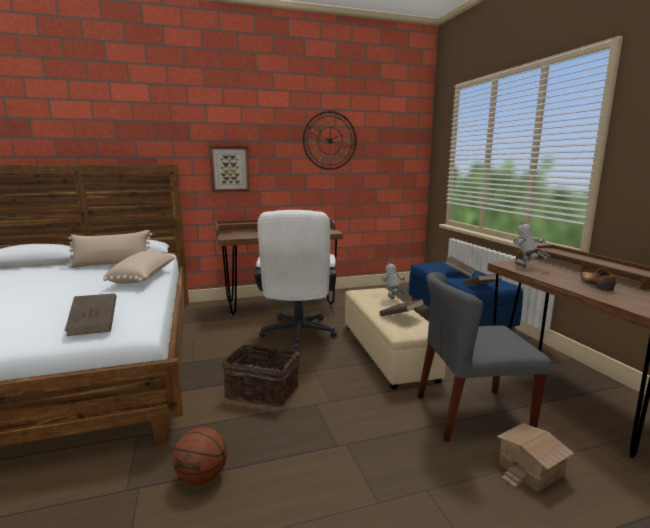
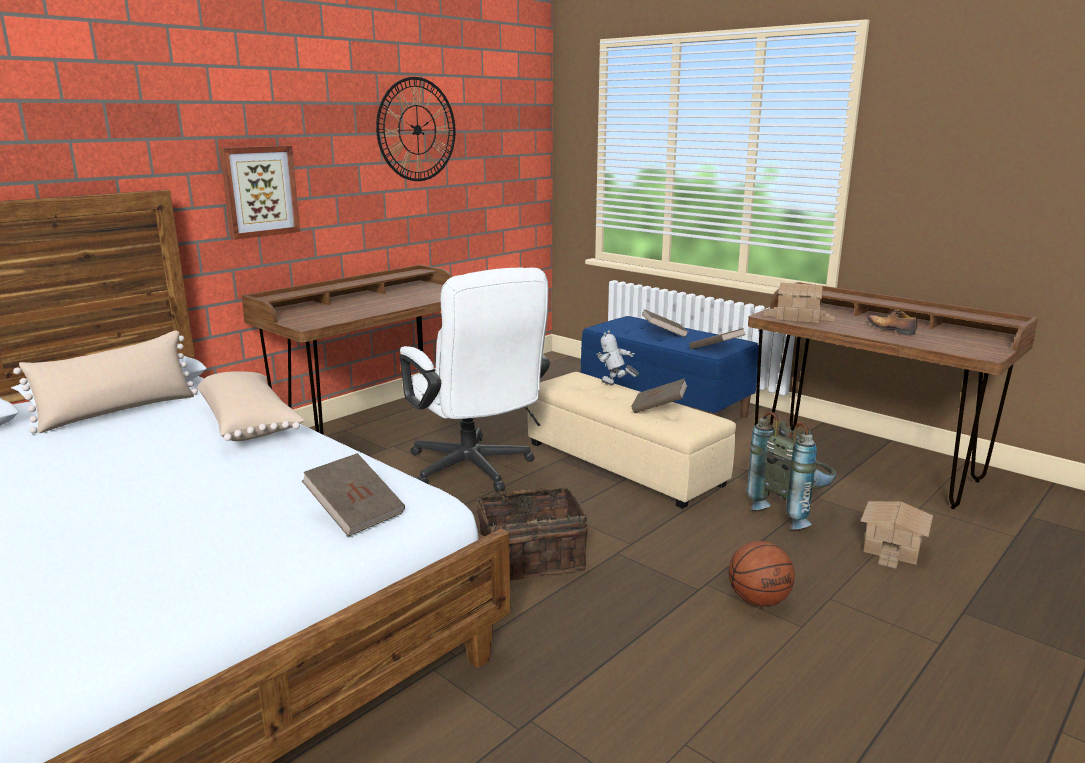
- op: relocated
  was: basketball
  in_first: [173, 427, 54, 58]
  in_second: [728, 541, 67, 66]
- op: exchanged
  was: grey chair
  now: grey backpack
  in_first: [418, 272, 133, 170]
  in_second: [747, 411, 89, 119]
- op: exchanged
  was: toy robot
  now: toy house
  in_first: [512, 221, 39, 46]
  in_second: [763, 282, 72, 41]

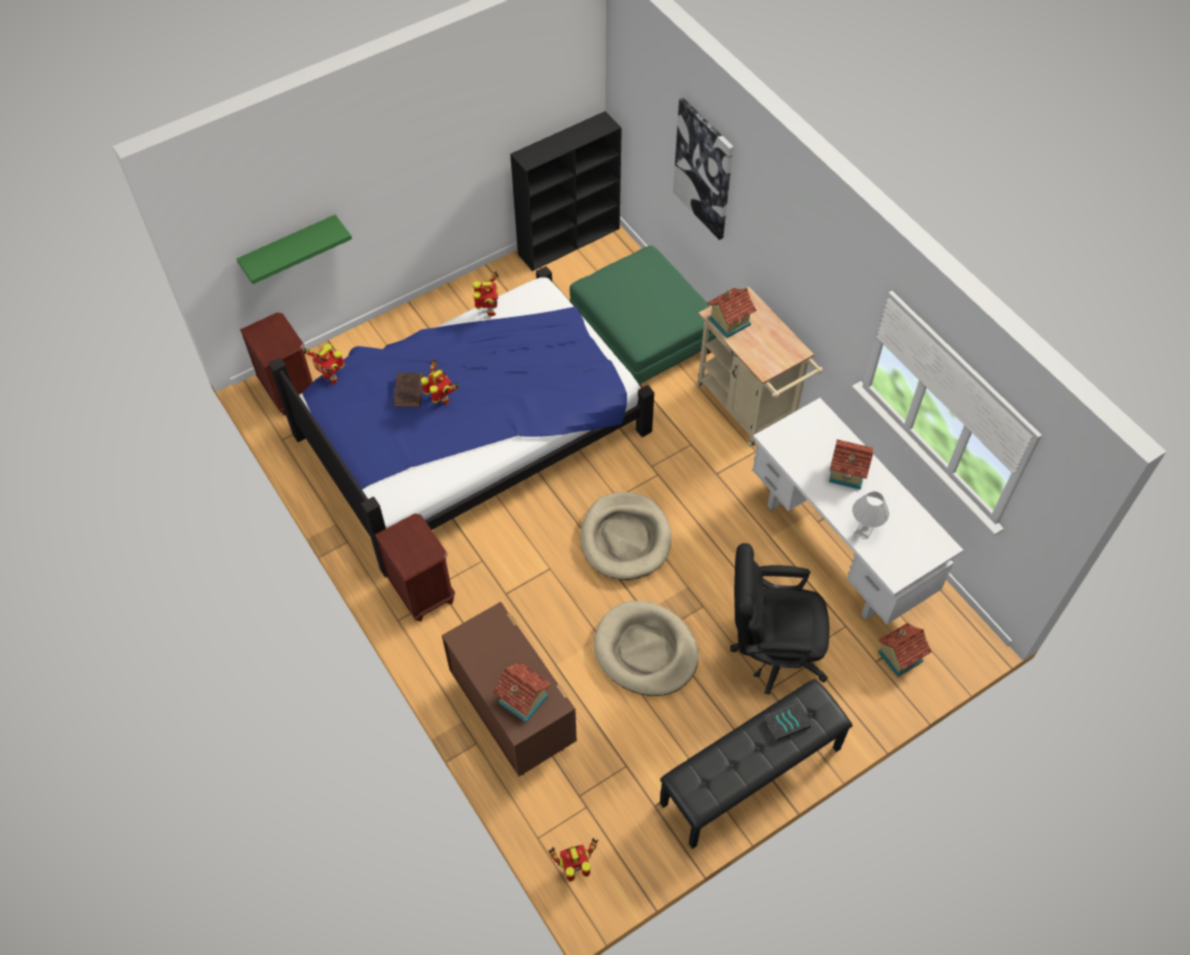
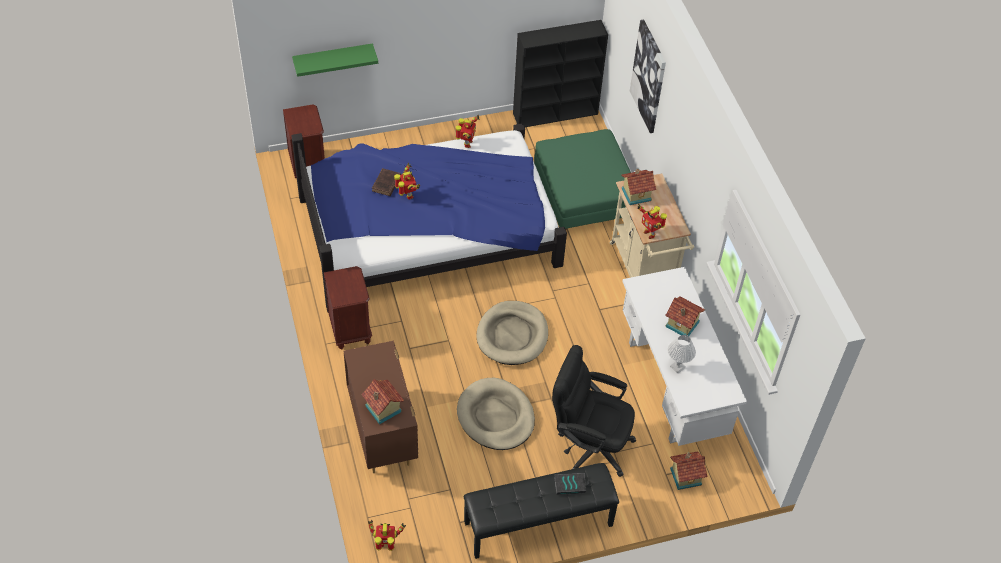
- op: relocated
  was: toy robot
  in_first: [303, 344, 41, 41]
  in_second: [638, 204, 29, 35]

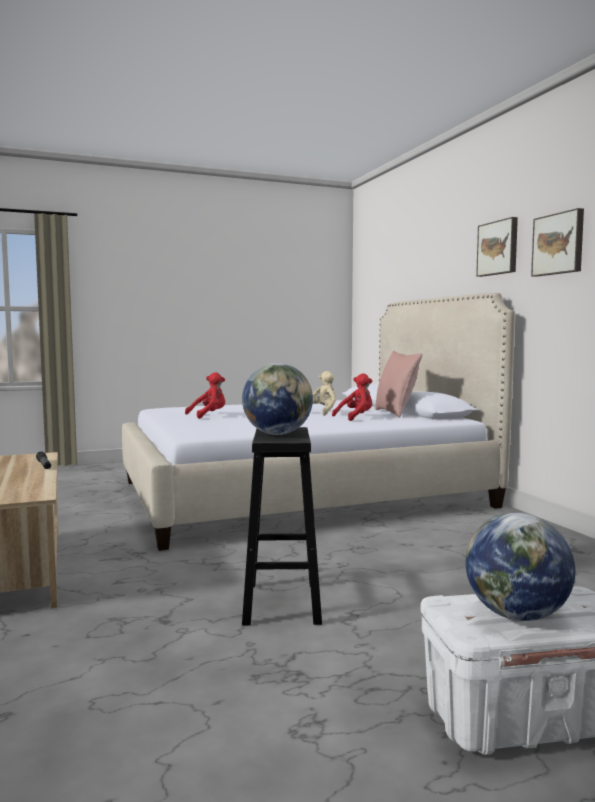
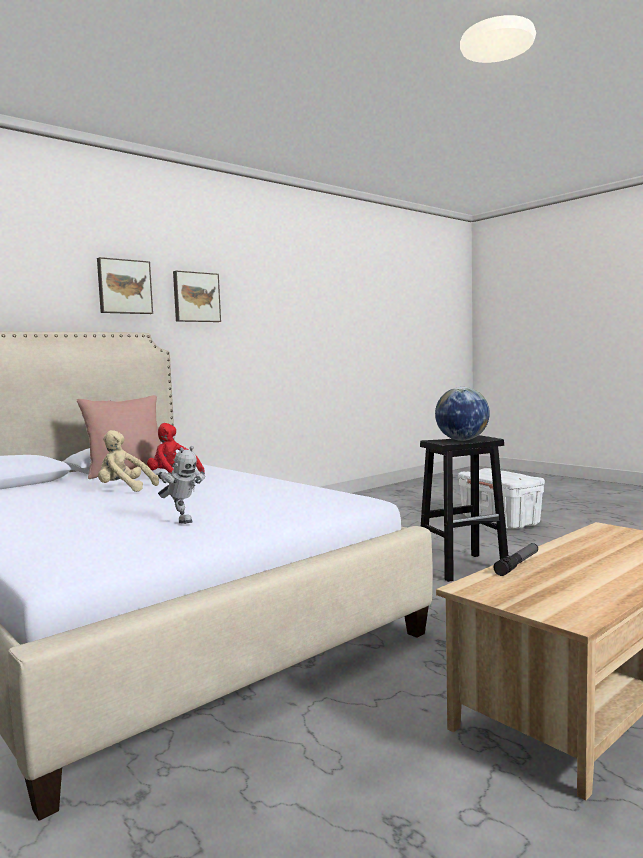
- op: missing
  was: globe
  in_first: [465, 513, 110, 108]
- op: exchanged
  was: red plush toy
  now: toy robot
  in_first: [185, 372, 40, 47]
  in_second: [156, 446, 49, 78]

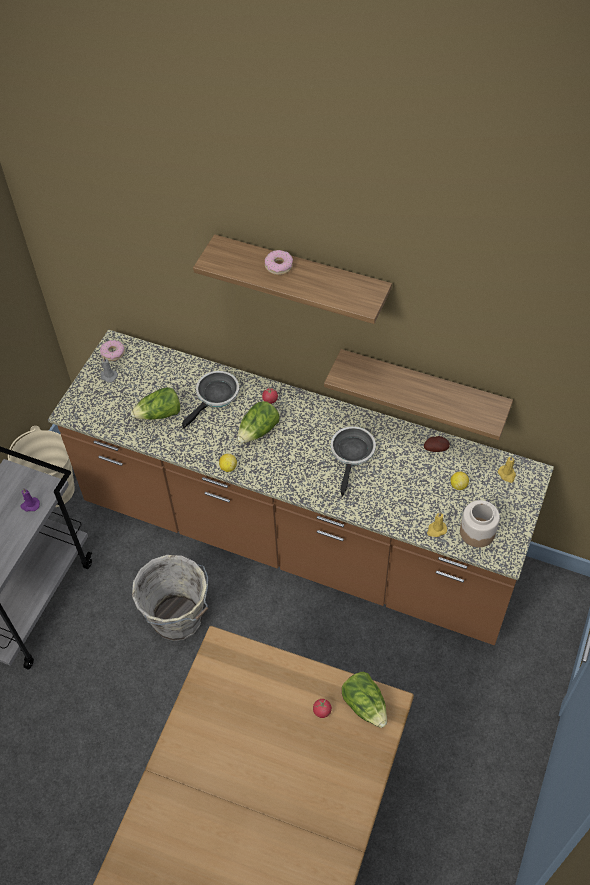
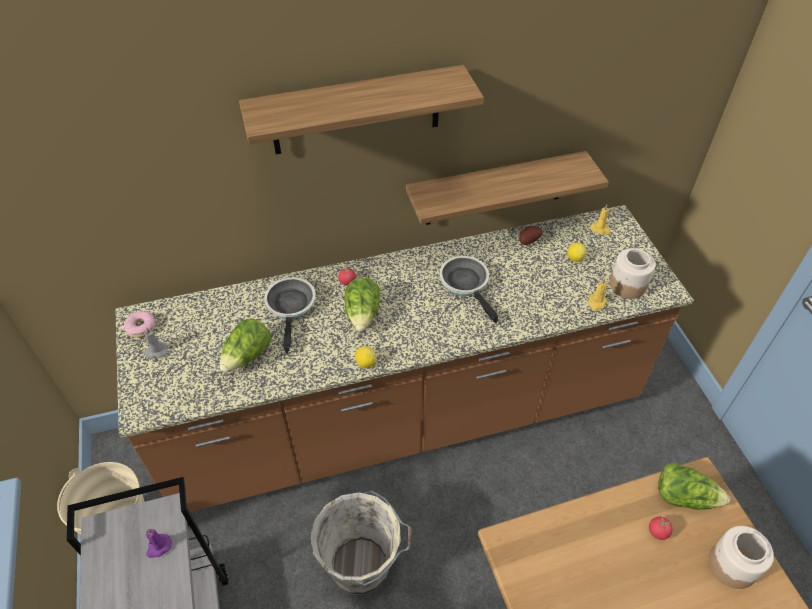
- op: missing
  was: donut
  in_first: [265, 250, 28, 25]
- op: appeared
  now: jar
  in_second: [709, 526, 65, 63]

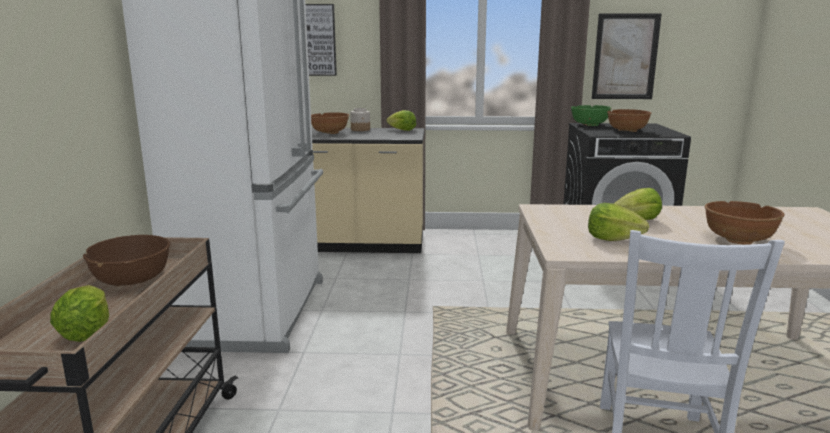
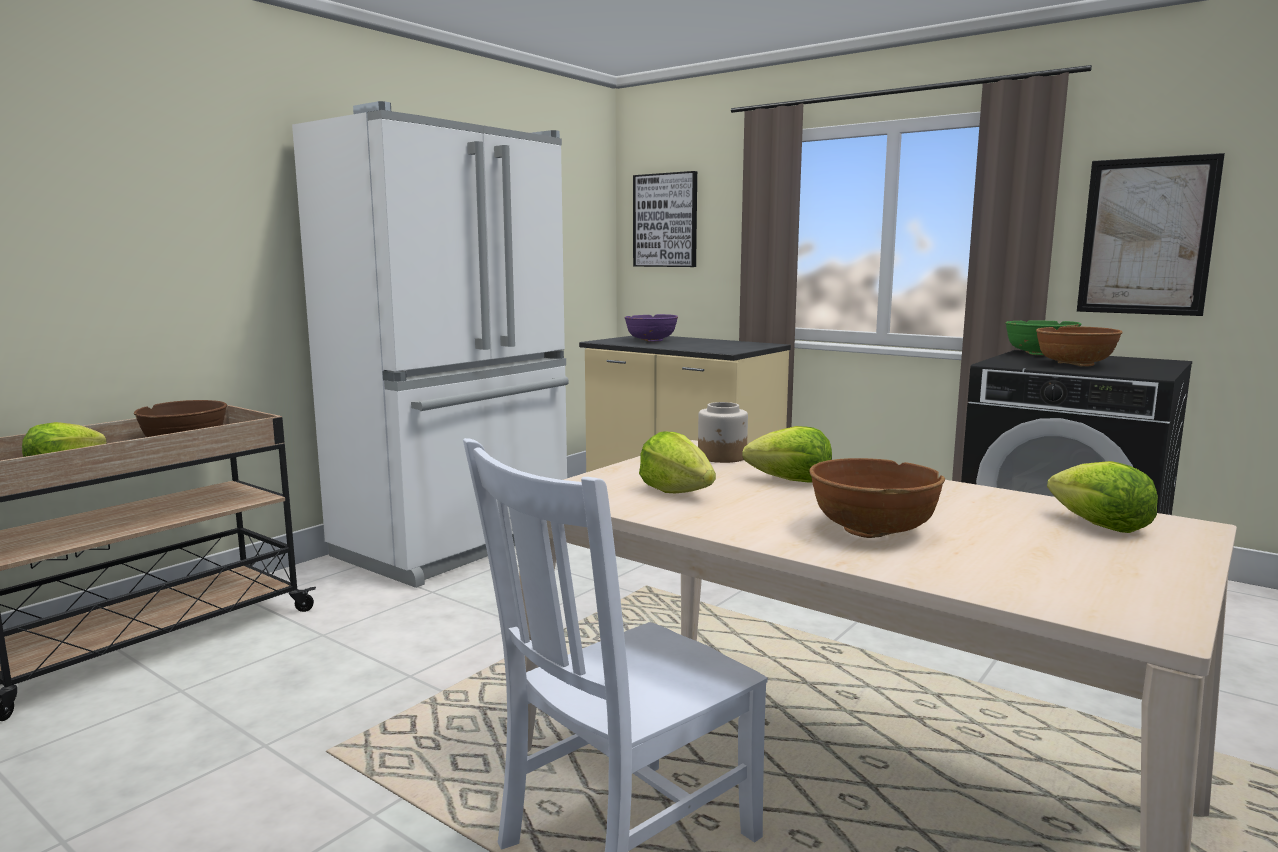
- op: relocated
  was: jar
  in_first: [350, 108, 20, 23]
  in_second: [698, 402, 50, 61]
- op: relocated
  was: lettuce
  in_first: [386, 110, 30, 21]
  in_second: [1047, 461, 111, 72]
- op: colour
  was: brown bowl
  now: purple bowl
  in_first: [311, 112, 38, 22]
  in_second: [624, 314, 54, 28]

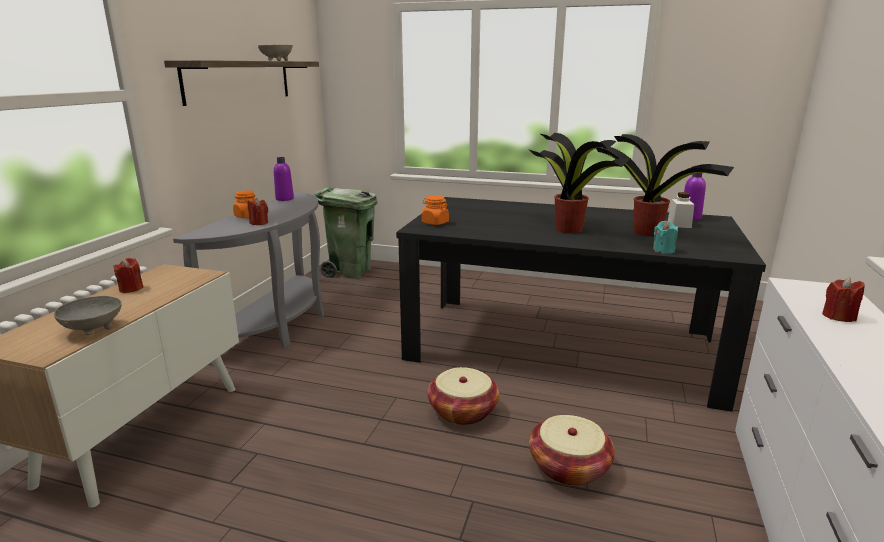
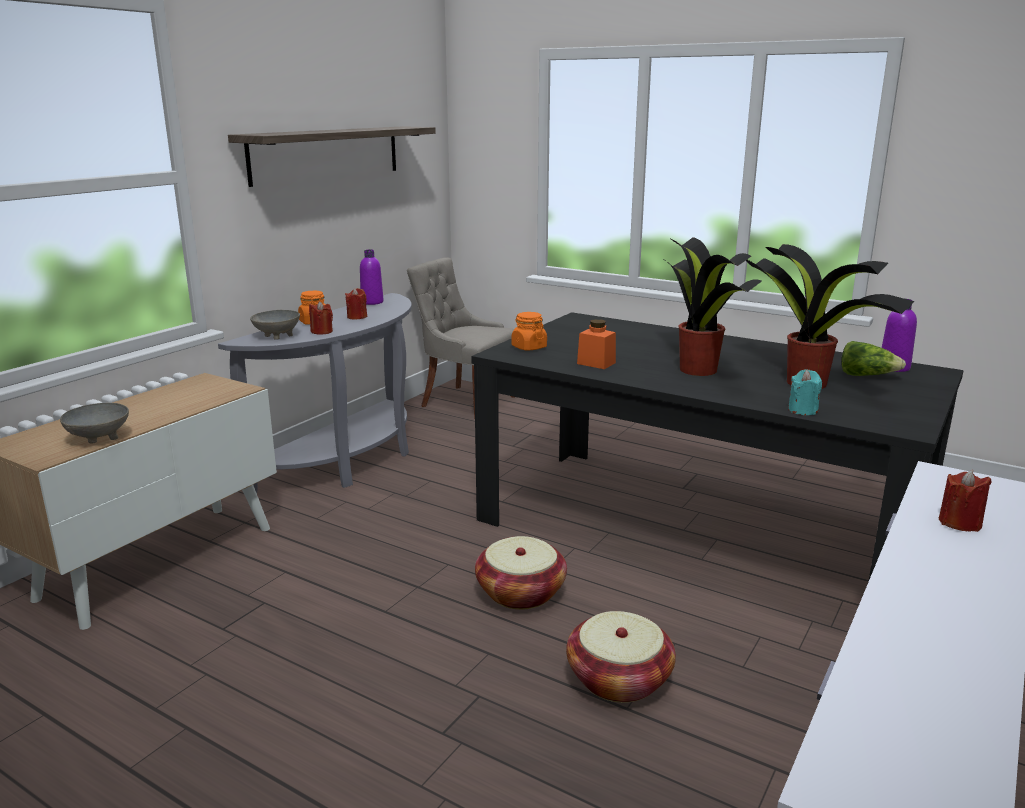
- op: appeared
  now: orange jar
  in_second: [577, 319, 39, 50]
- op: relocated
  was: red candle
  in_first: [113, 258, 30, 35]
  in_second: [345, 288, 22, 31]
- op: relocated
  was: grey bowl
  in_first: [258, 45, 35, 16]
  in_second: [250, 310, 50, 30]
- op: exchanged
  was: green trash can
  now: grey chair
  in_first: [313, 187, 65, 92]
  in_second: [407, 257, 108, 162]
- op: exchanged
  was: white jar
  now: lettuce
  in_first: [668, 192, 26, 36]
  in_second: [841, 341, 65, 35]

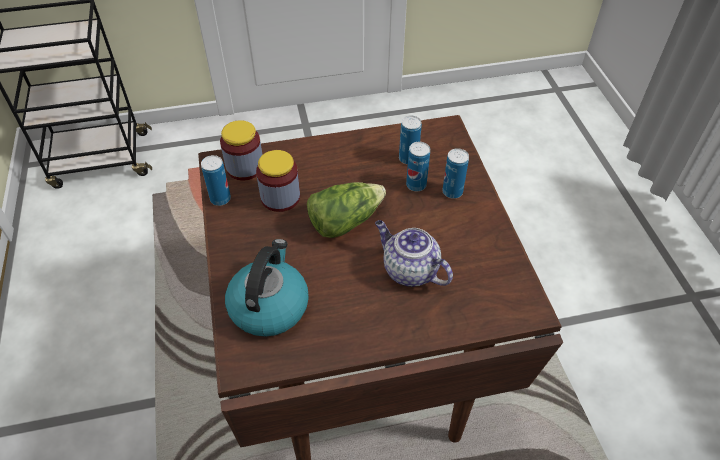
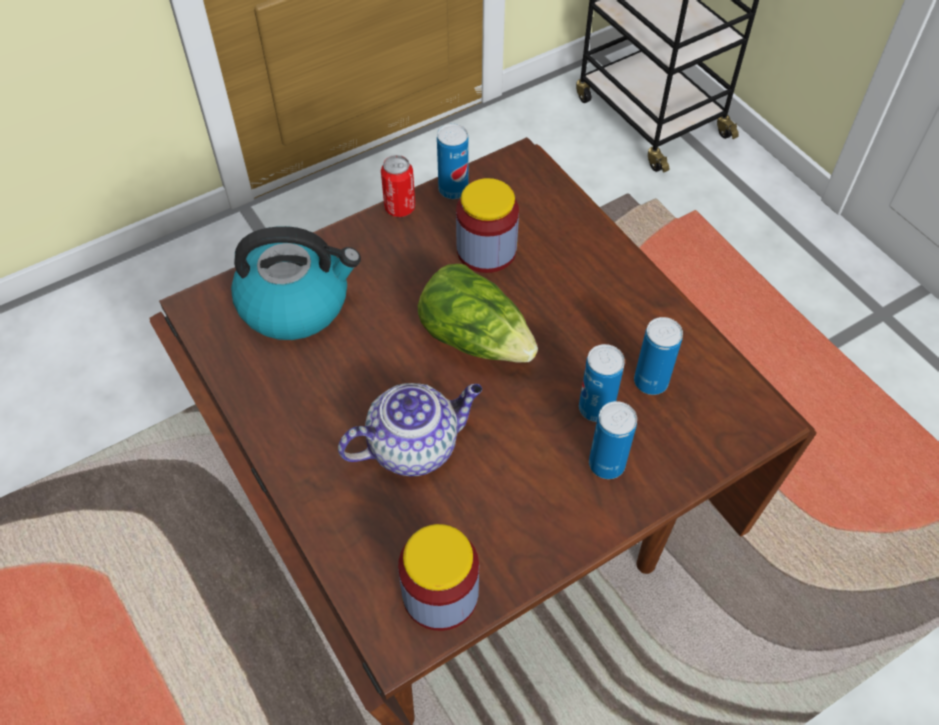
- op: appeared
  now: can
  in_second: [381, 155, 34, 62]
- op: relocated
  was: jar
  in_first: [220, 120, 43, 60]
  in_second: [398, 524, 81, 107]
- op: spun
  was: teapot
  in_first: [375, 220, 78, 67]
  in_second: [338, 383, 144, 93]
  clockwise: 45

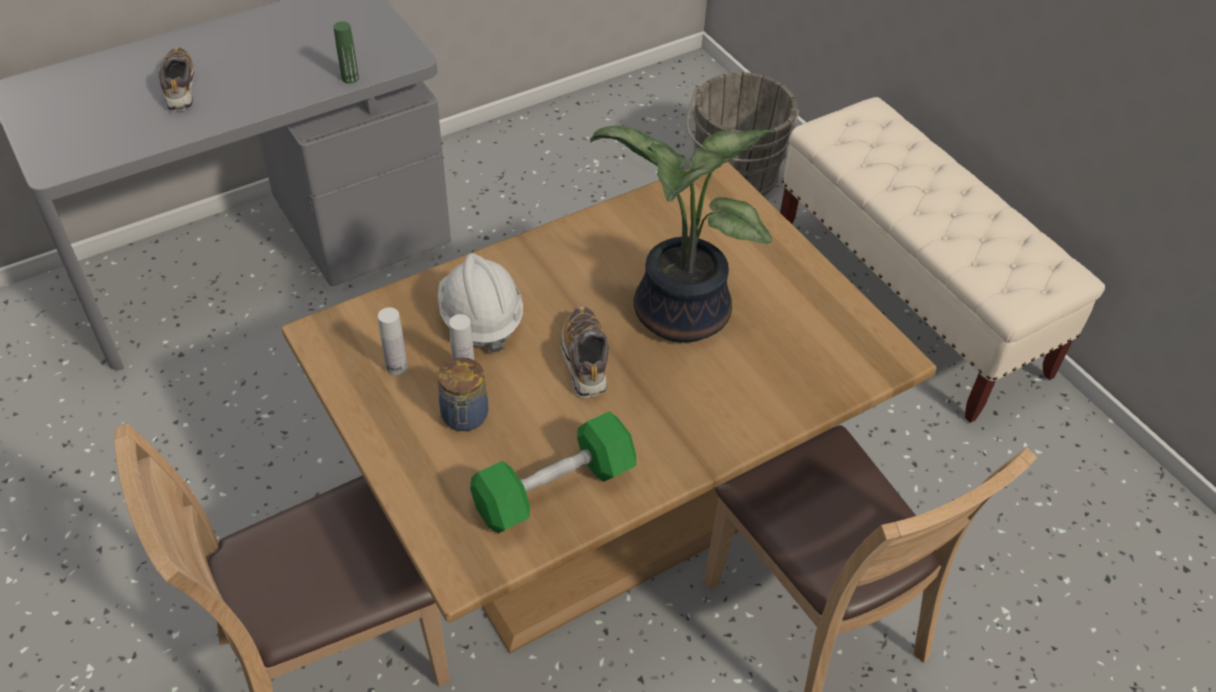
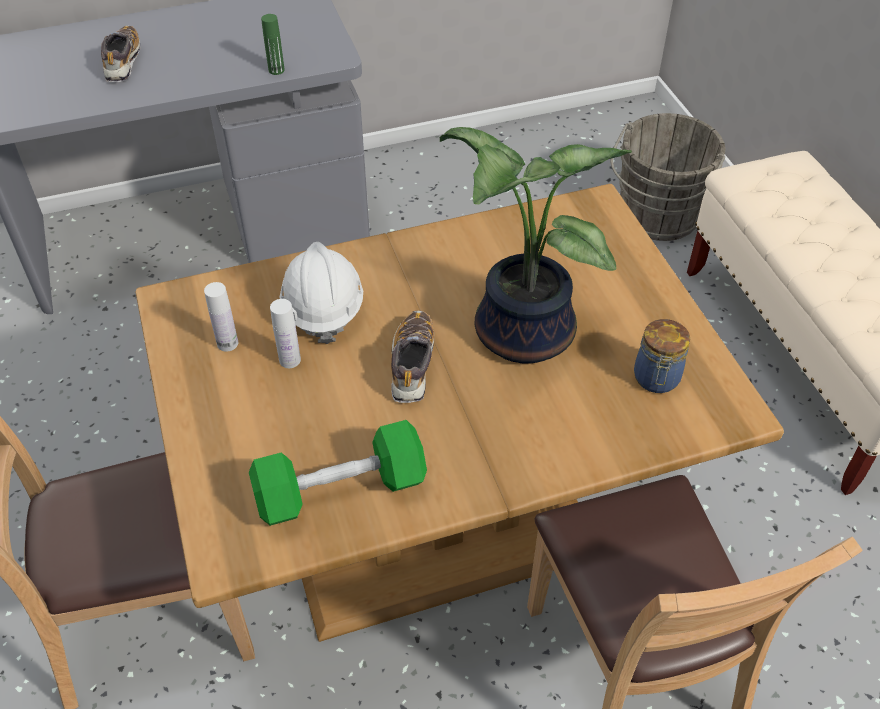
- op: relocated
  was: jar
  in_first: [438, 357, 51, 74]
  in_second: [634, 319, 56, 74]

